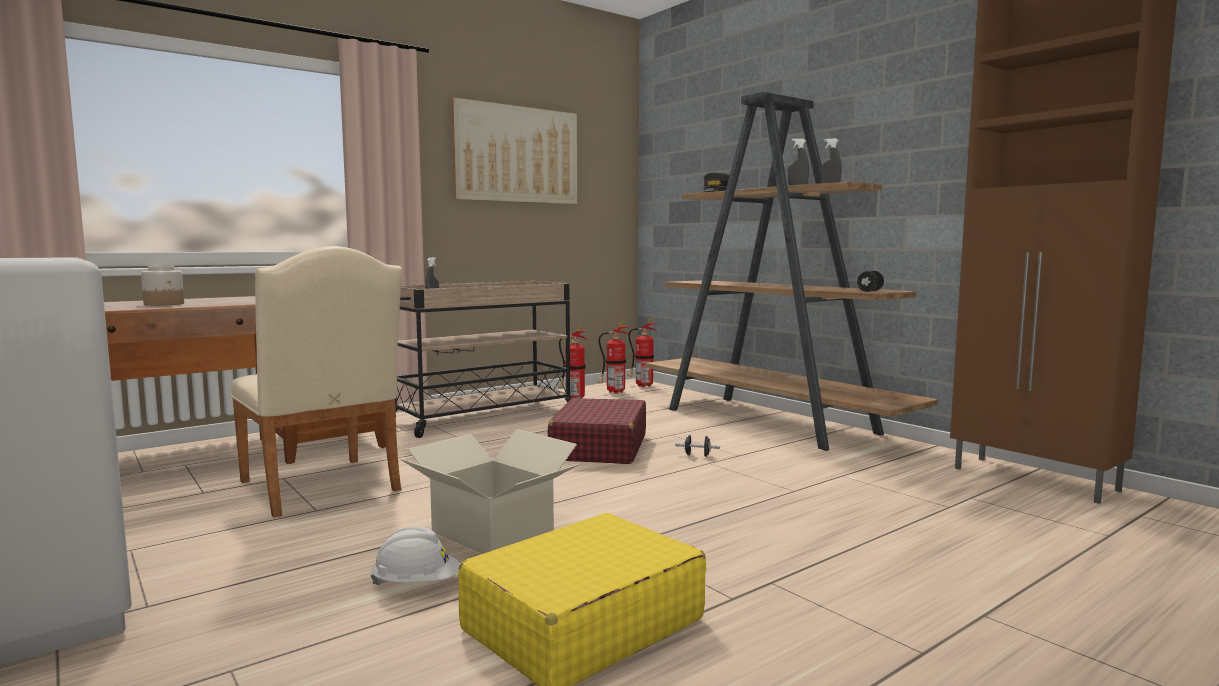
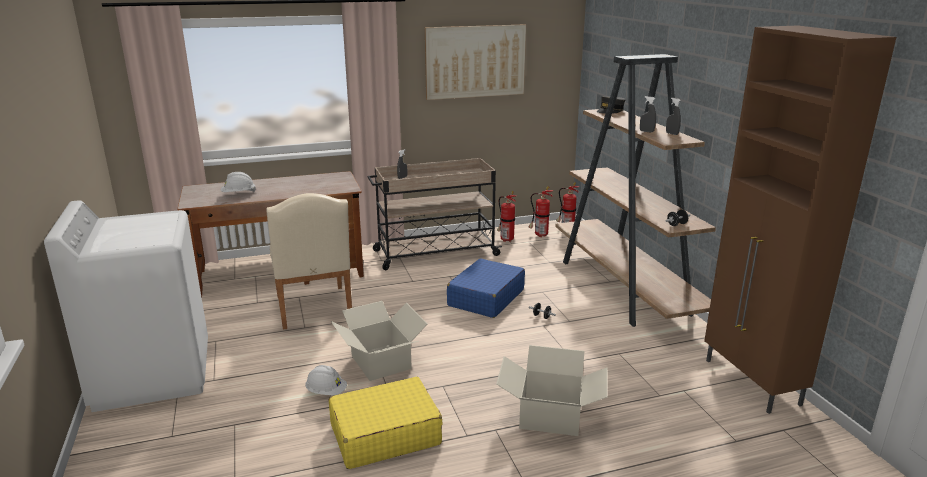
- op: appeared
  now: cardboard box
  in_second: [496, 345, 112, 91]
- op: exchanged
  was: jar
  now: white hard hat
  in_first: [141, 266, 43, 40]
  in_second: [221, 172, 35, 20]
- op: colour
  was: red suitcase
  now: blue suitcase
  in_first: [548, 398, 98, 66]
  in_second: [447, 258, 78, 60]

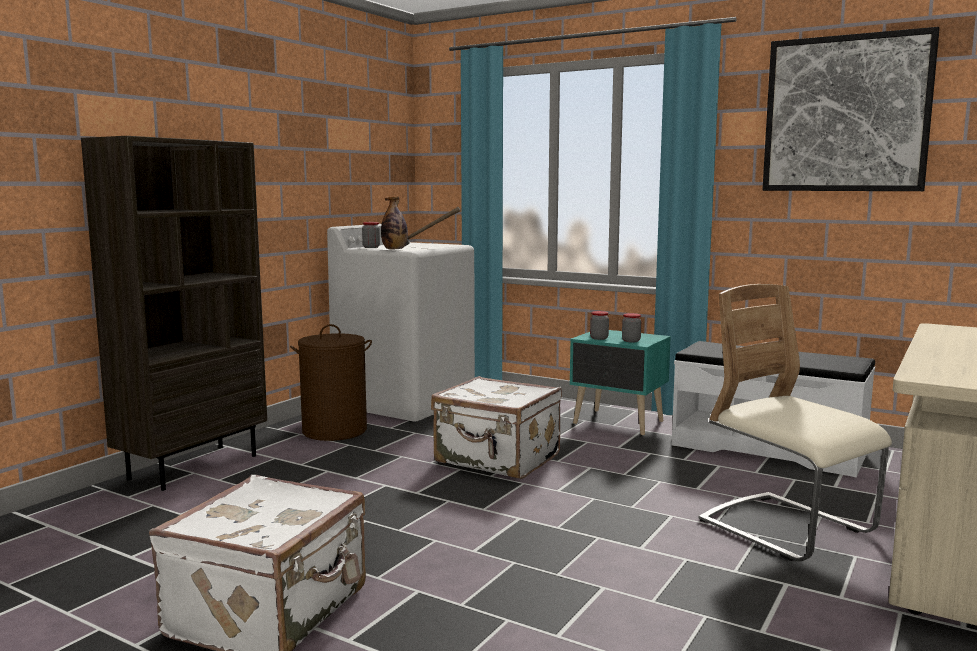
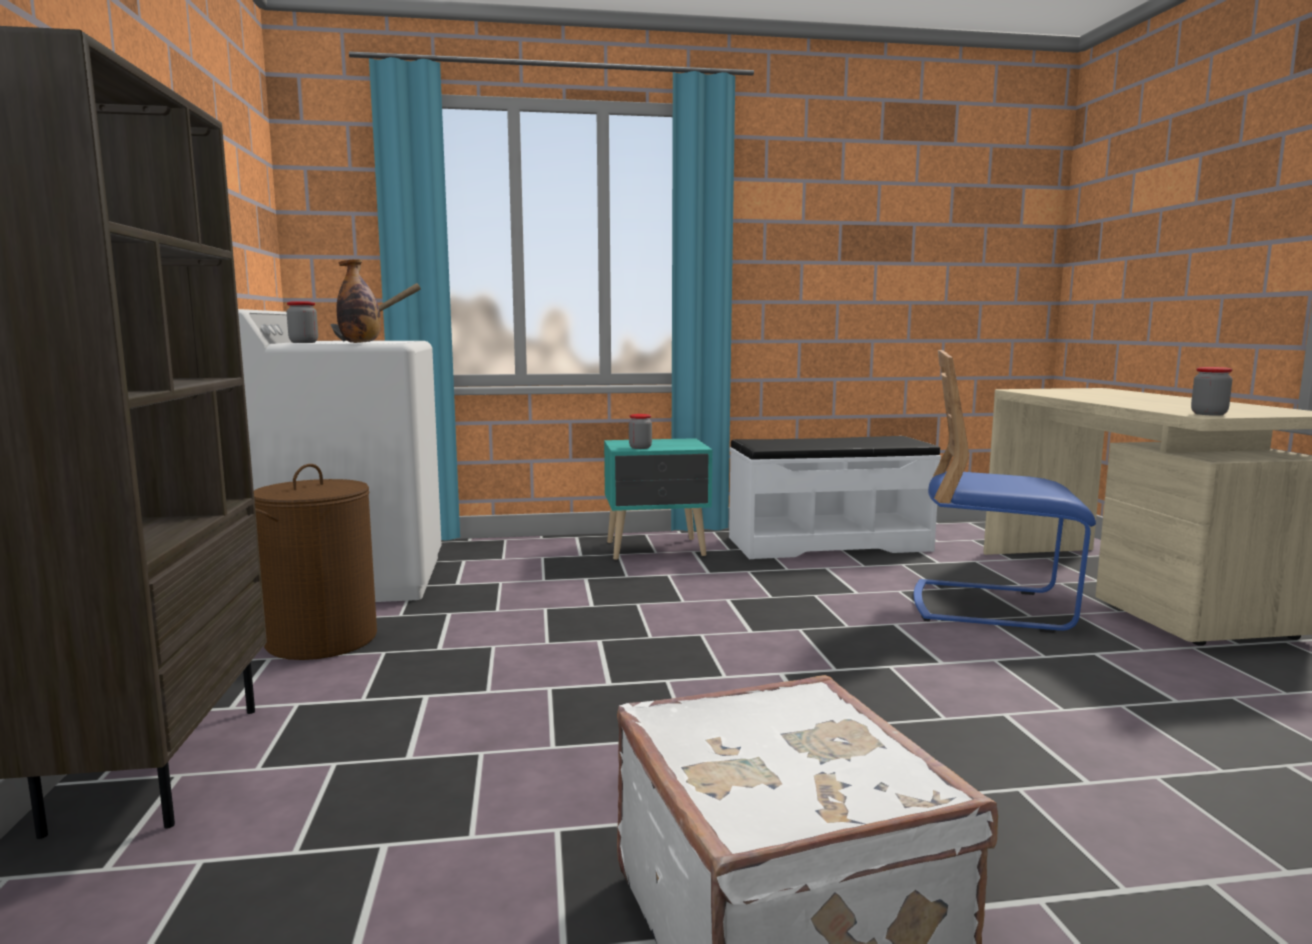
- op: missing
  was: white suitcase
  in_first: [431, 376, 131, 103]
- op: missing
  was: picture
  in_first: [762, 27, 178, 164]
- op: relocated
  was: jar
  in_first: [622, 313, 19, 29]
  in_second: [1191, 367, 42, 49]
- op: colour
  was: beige chair
  now: blue chair
  in_first: [699, 284, 193, 277]
  in_second: [914, 350, 182, 283]

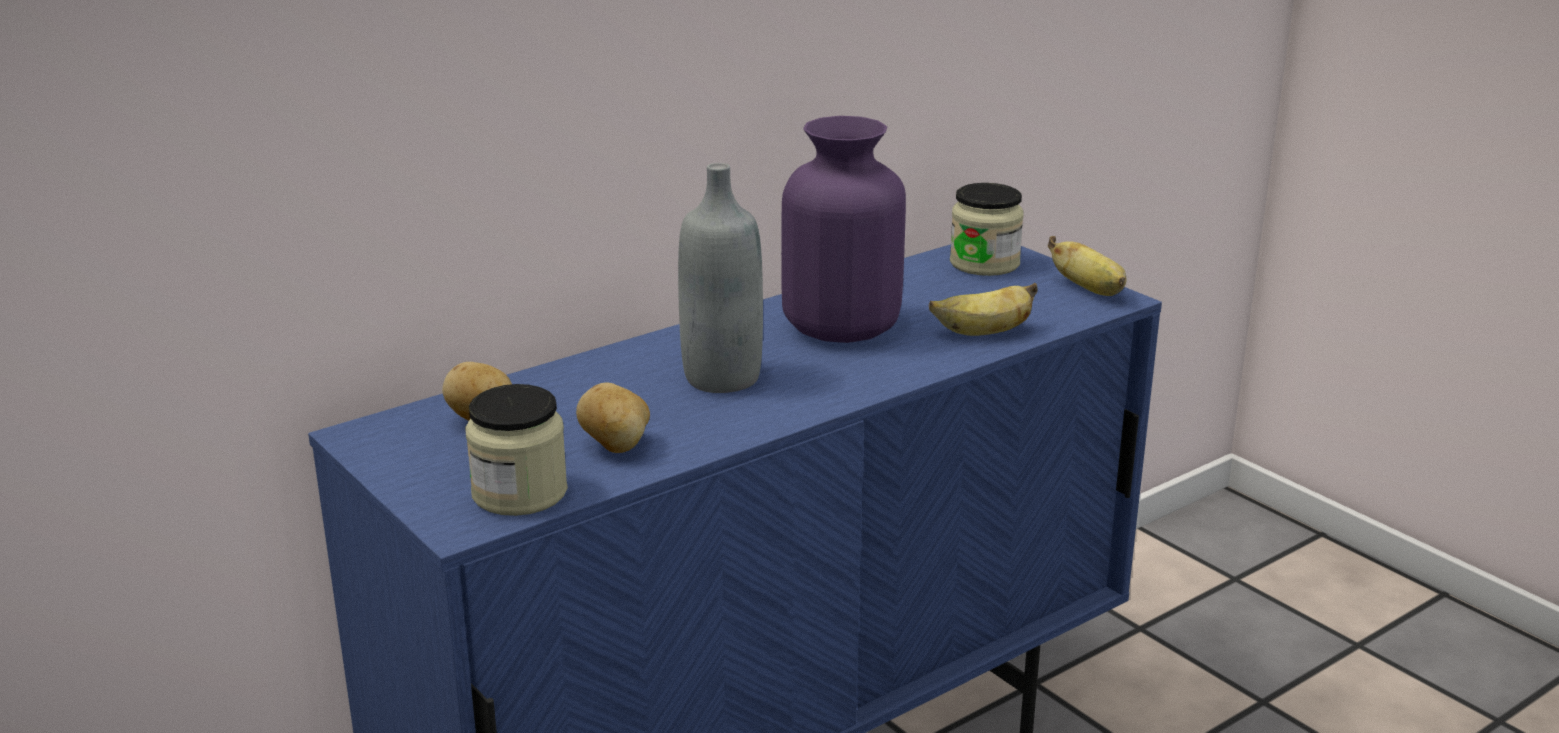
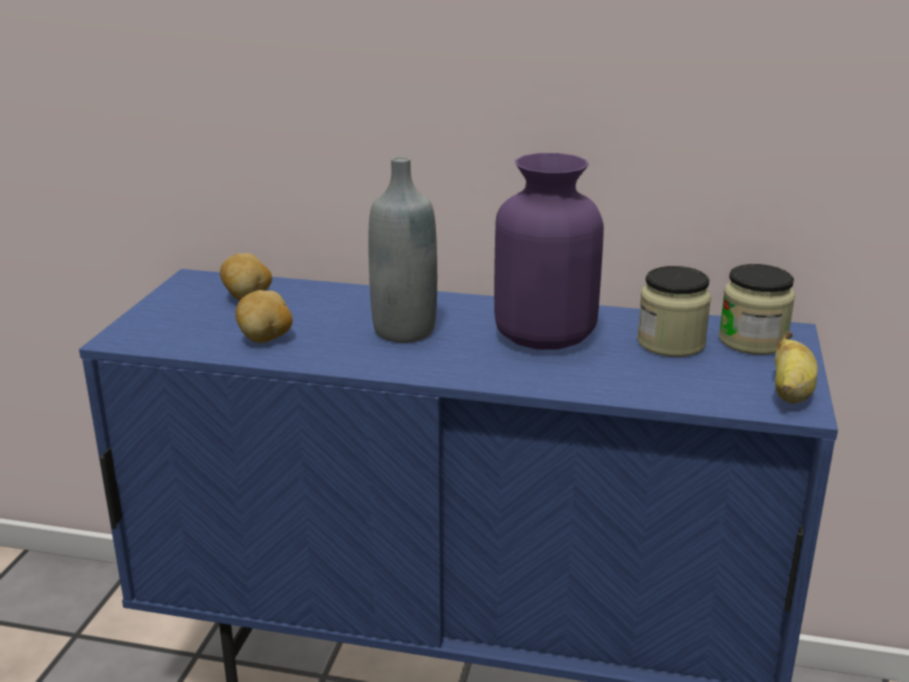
- op: missing
  was: banana
  in_first: [929, 283, 108, 53]
- op: relocated
  was: jar
  in_first: [465, 384, 103, 132]
  in_second: [637, 266, 74, 91]

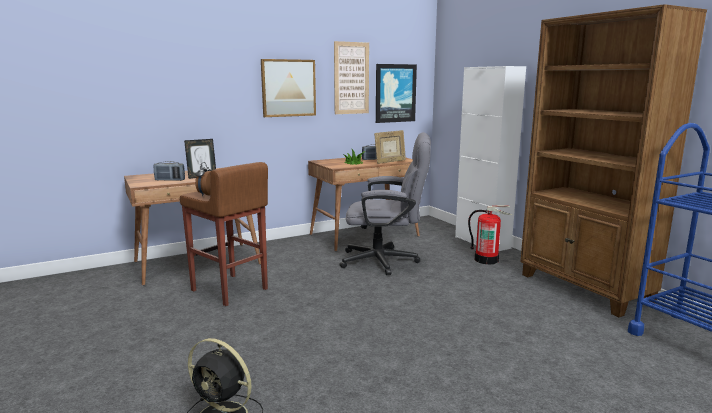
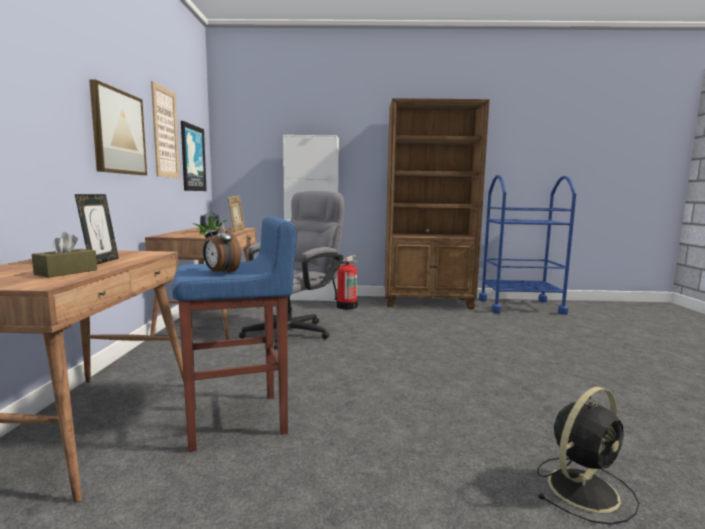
- op: exchanged
  was: radio
  now: brown tissue box
  in_first: [153, 161, 32, 20]
  in_second: [32, 232, 65, 46]
- op: colour
  was: brown stool
  now: blue stool
  in_first: [180, 162, 88, 144]
  in_second: [172, 216, 125, 236]

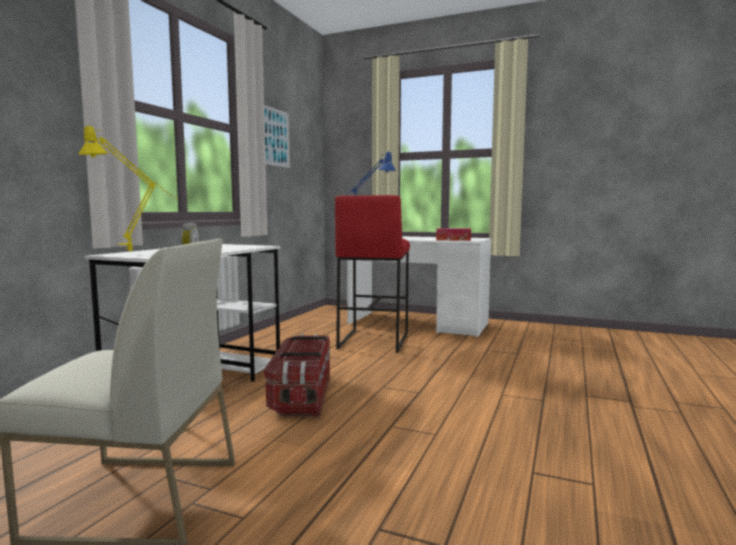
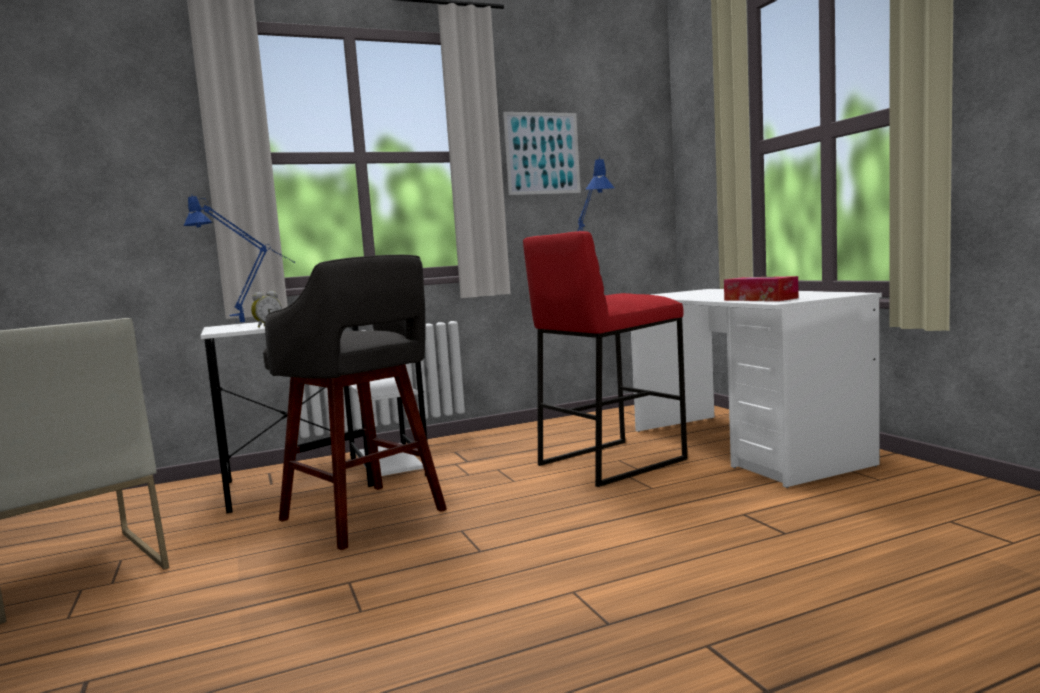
- op: exchanged
  was: storage box
  now: grey stool
  in_first: [264, 334, 66, 83]
  in_second: [263, 255, 184, 295]
- op: colour
  was: yellow table lamp
  now: blue table lamp
  in_first: [78, 124, 100, 127]
  in_second: [184, 194, 111, 128]

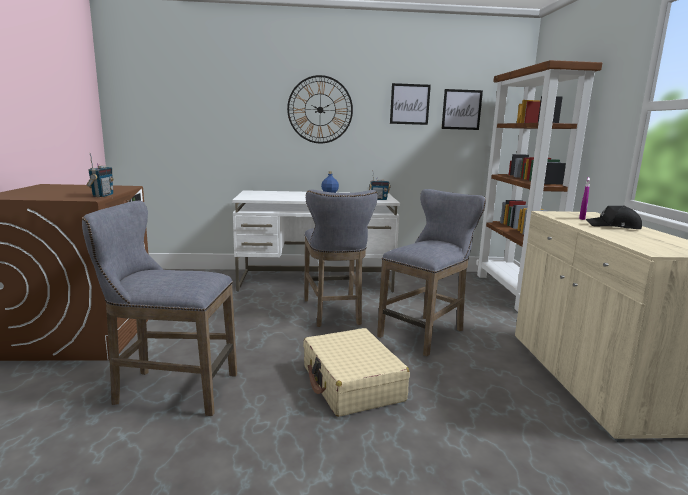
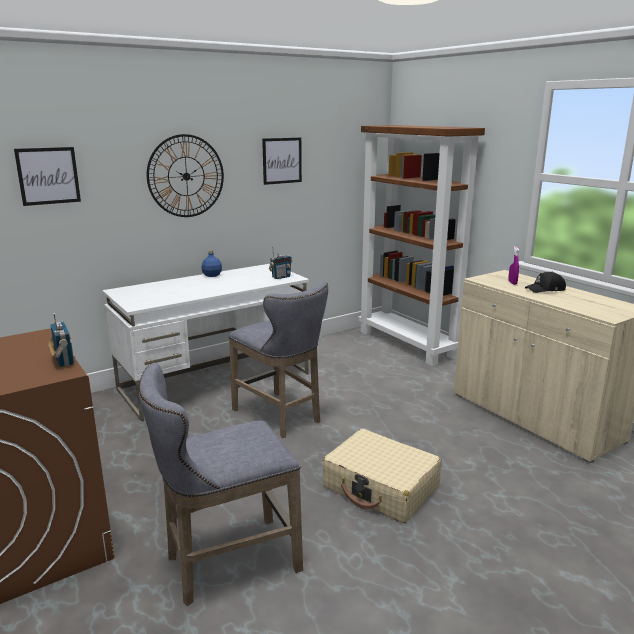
- op: missing
  was: grey stool
  in_first: [377, 189, 109, 167]
- op: relocated
  was: picture
  in_first: [442, 89, 41, 41]
  in_second: [14, 147, 67, 59]

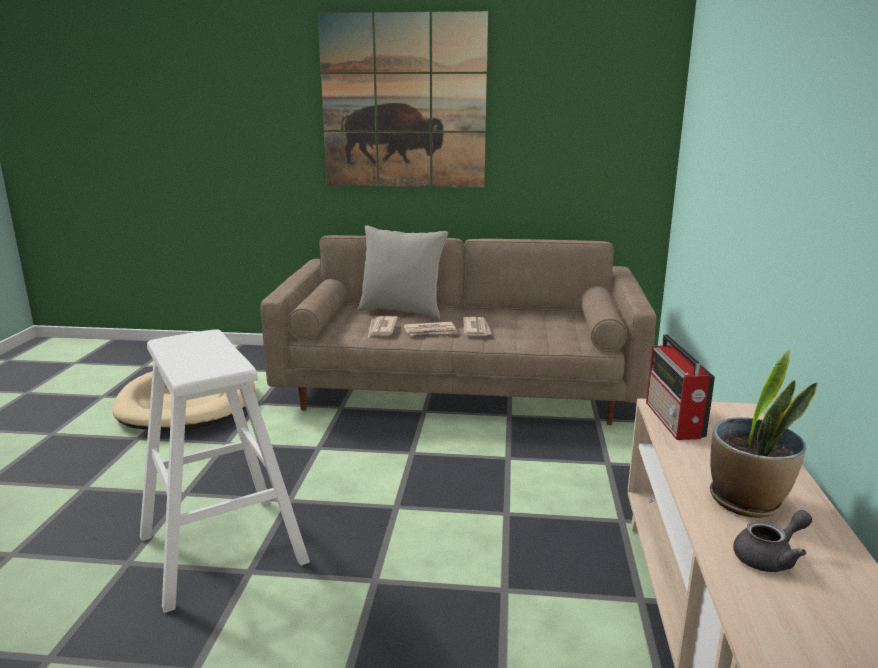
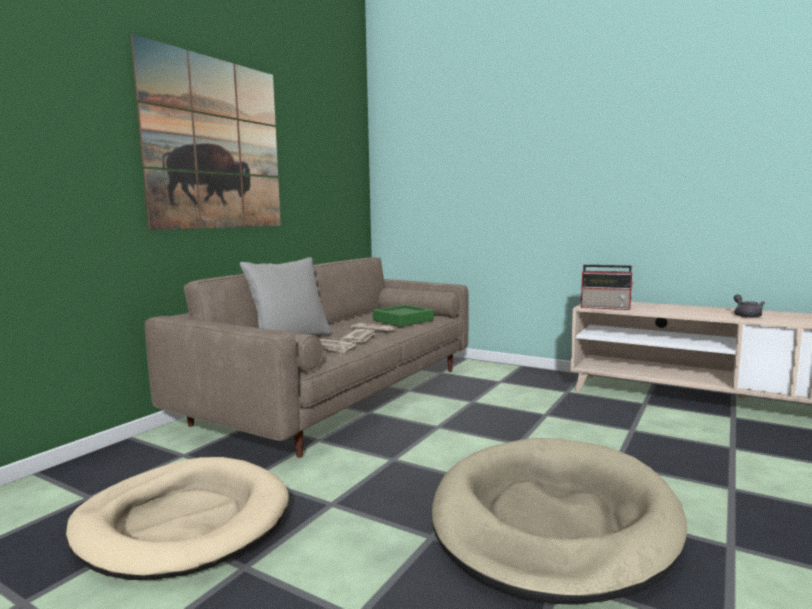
- op: missing
  was: potted plant
  in_first: [710, 349, 107, 169]
- op: appeared
  now: green tray
  in_second: [373, 305, 61, 22]
- op: exchanged
  was: white stool
  now: beige dog bed
  in_first: [140, 329, 170, 284]
  in_second: [432, 438, 255, 167]

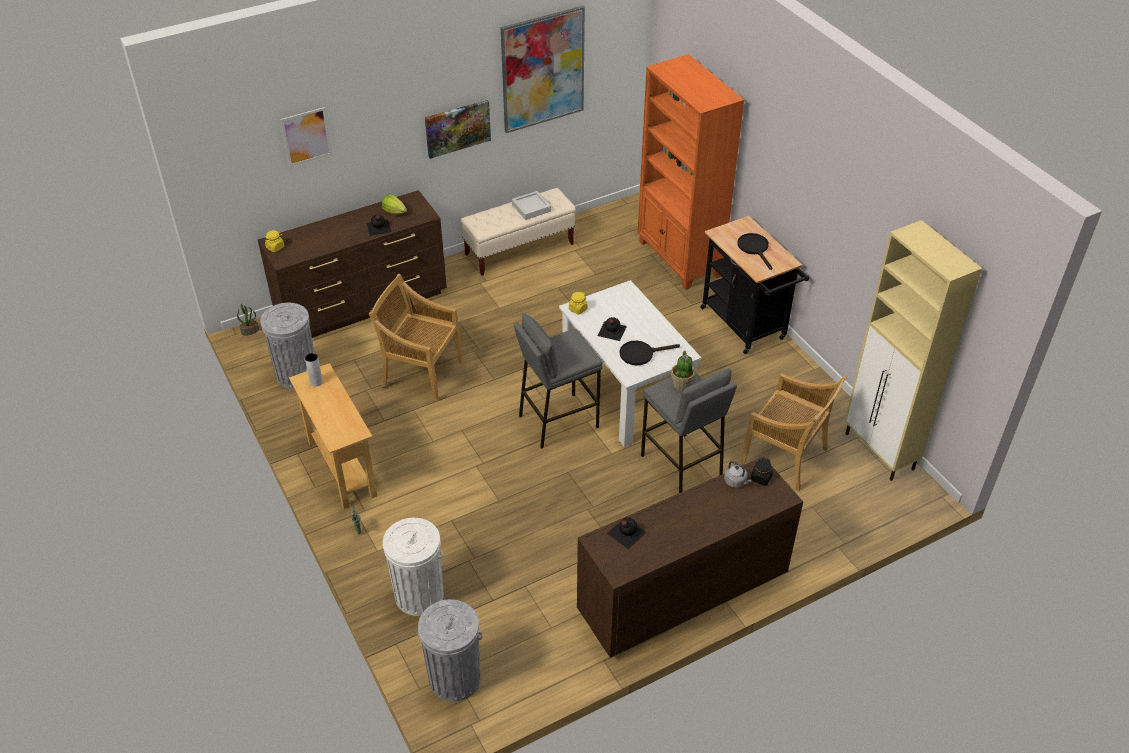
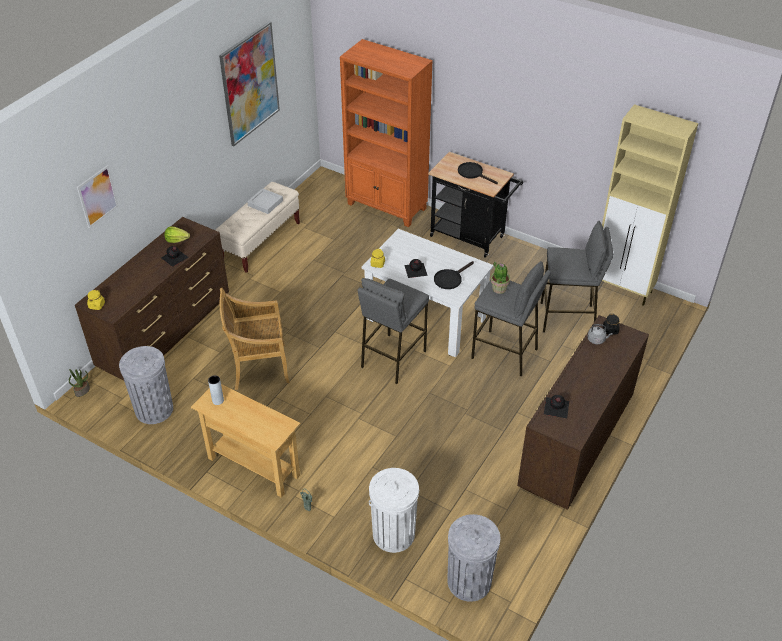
- op: missing
  was: picture
  in_first: [425, 100, 66, 59]
- op: exchanged
  was: beige chair
  now: grey stool
  in_first: [740, 373, 107, 118]
  in_second: [541, 221, 73, 111]

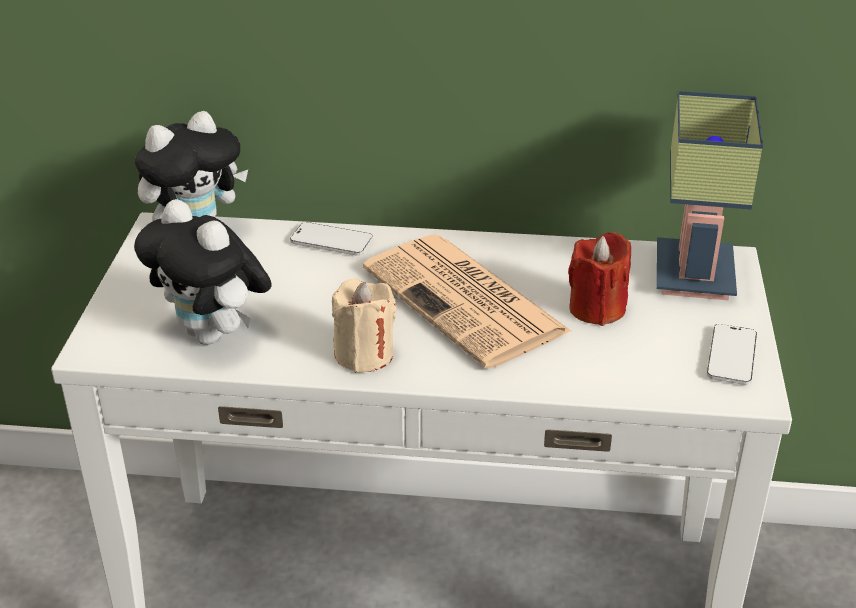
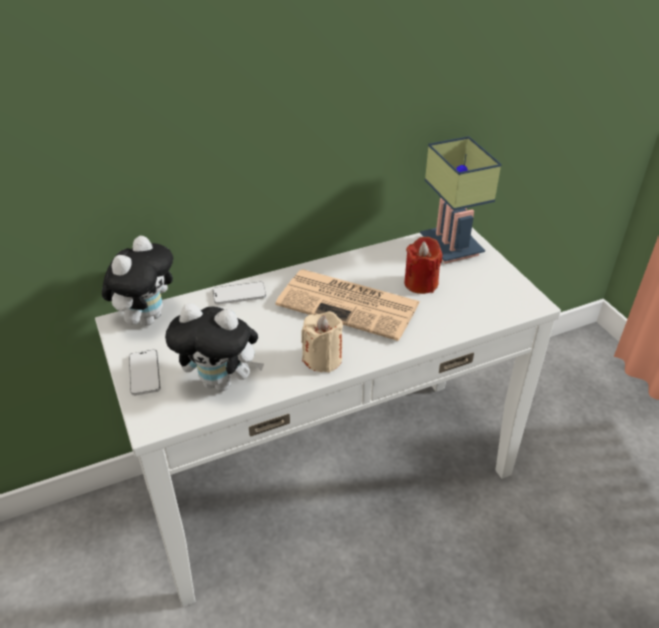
- op: relocated
  was: phone
  in_first: [707, 324, 50, 61]
  in_second: [129, 350, 31, 46]

